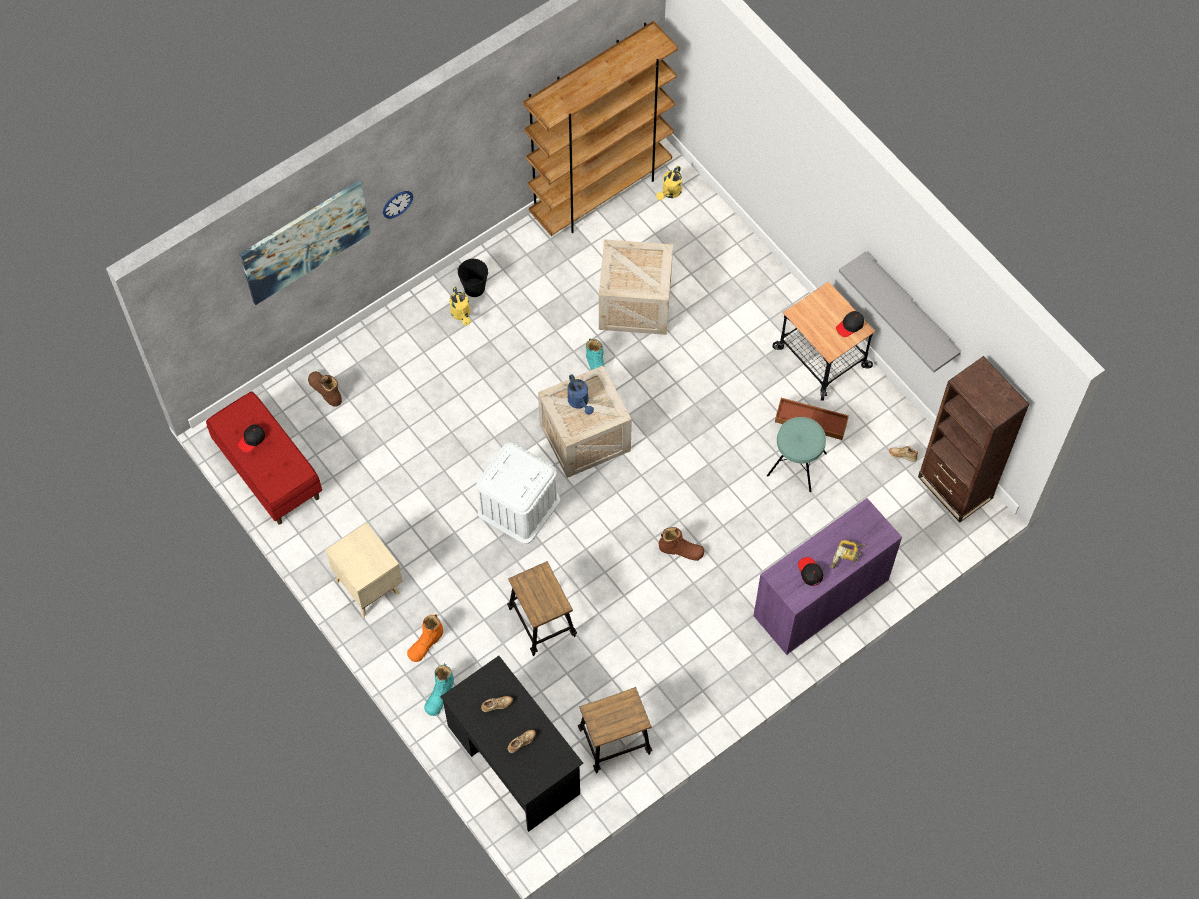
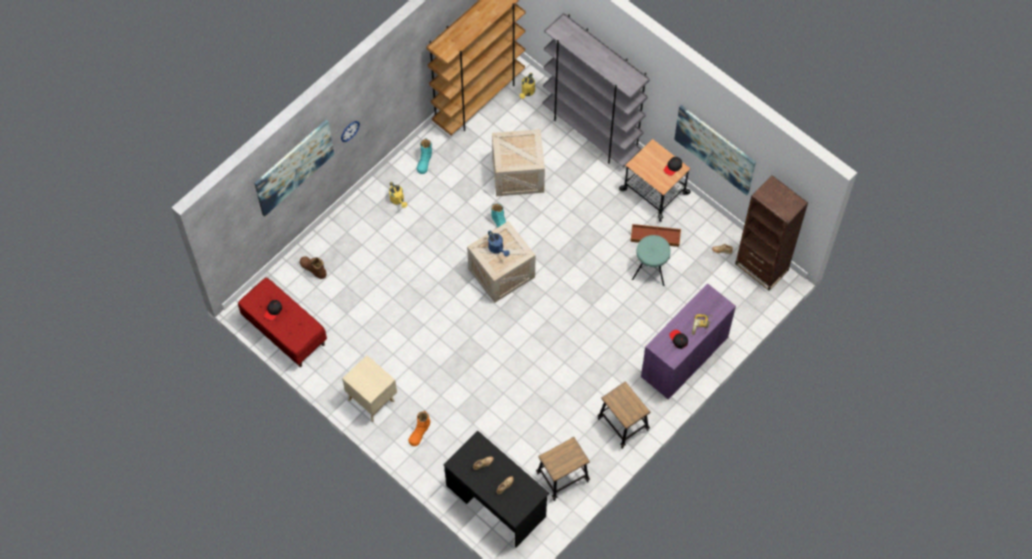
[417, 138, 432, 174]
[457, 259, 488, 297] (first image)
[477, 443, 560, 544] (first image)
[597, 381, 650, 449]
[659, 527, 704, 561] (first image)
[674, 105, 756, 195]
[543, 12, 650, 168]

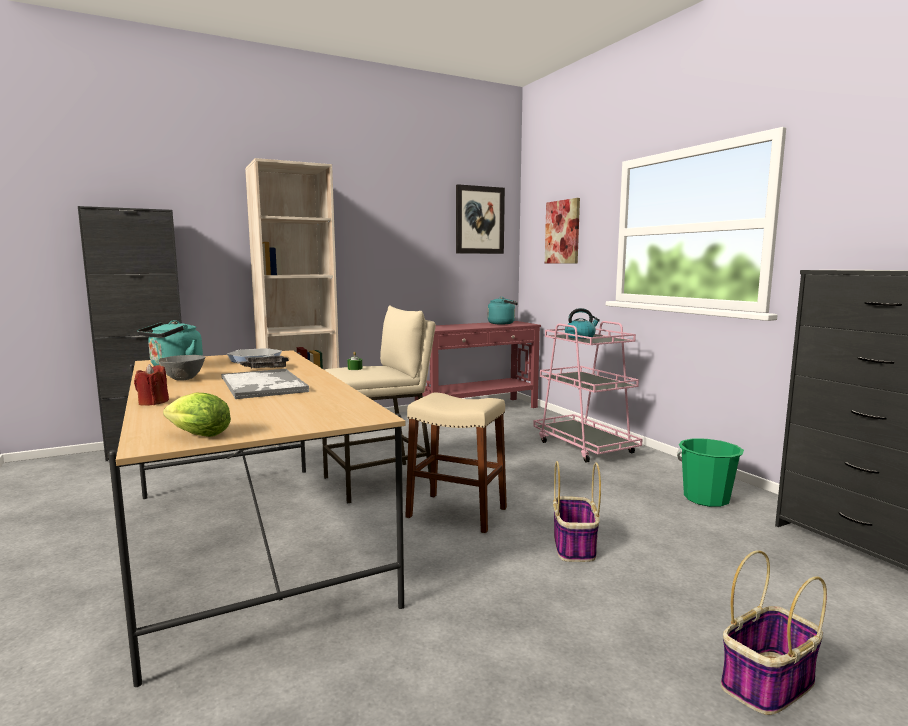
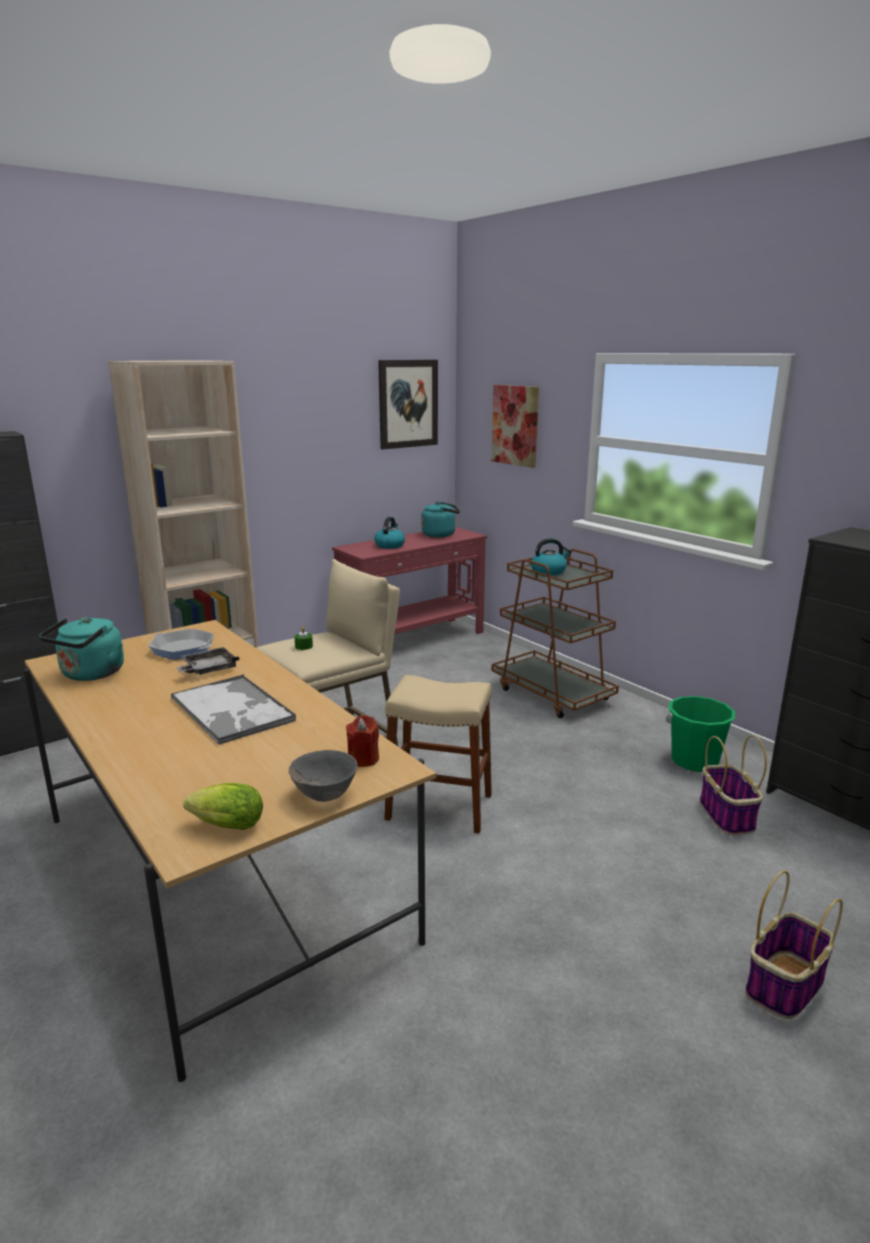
[346, 715, 379, 767]
[288, 750, 357, 802]
[492, 549, 619, 718]
[700, 735, 767, 835]
[374, 517, 405, 549]

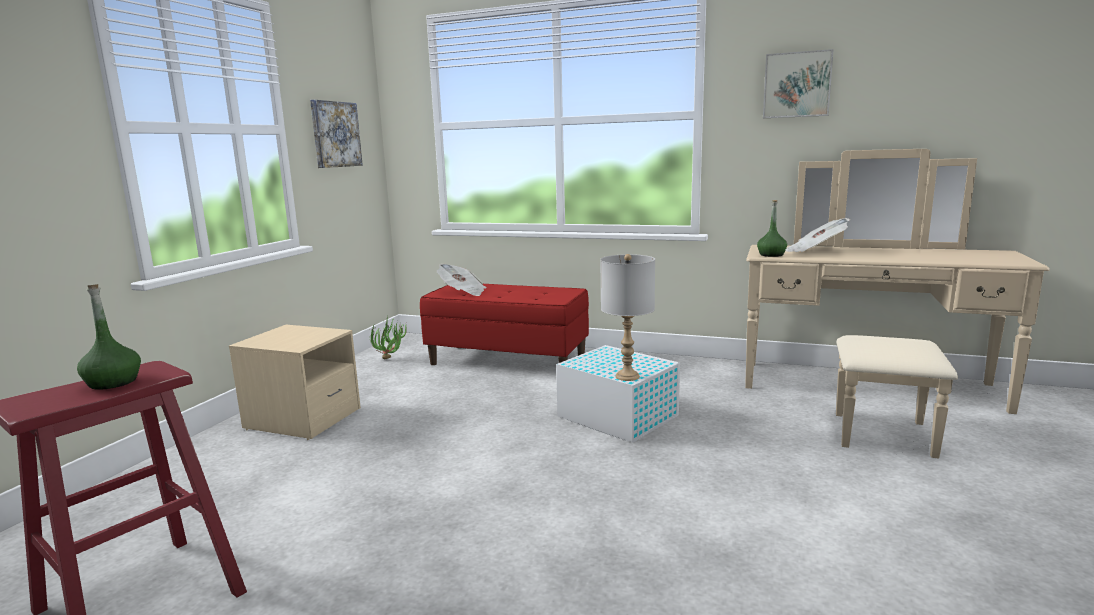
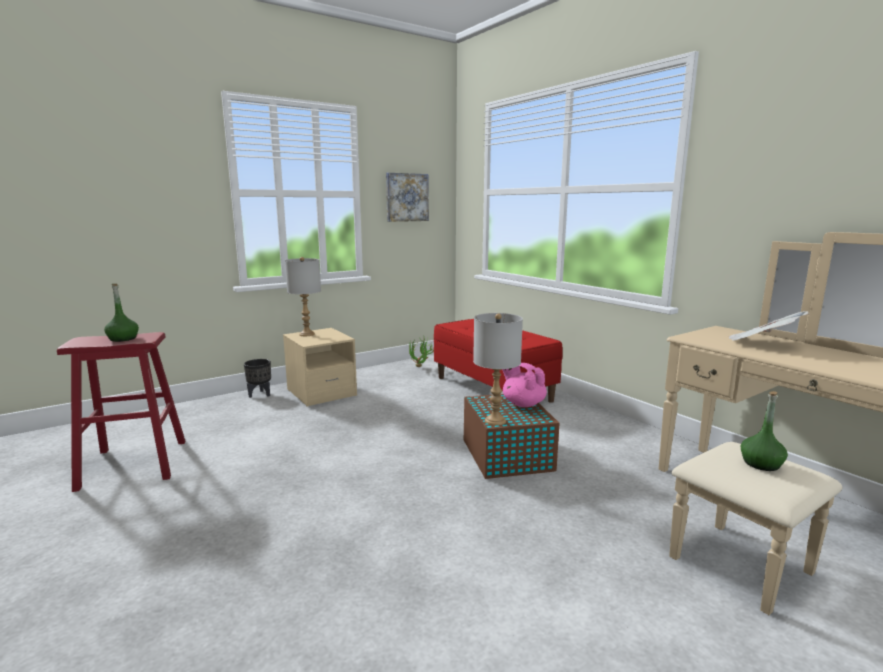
[437, 264, 486, 296] (first image)
[464, 394, 559, 479]
[741, 391, 788, 471]
[763, 49, 834, 118] (first image)
[244, 359, 271, 398]
[285, 257, 321, 336]
[502, 363, 547, 407]

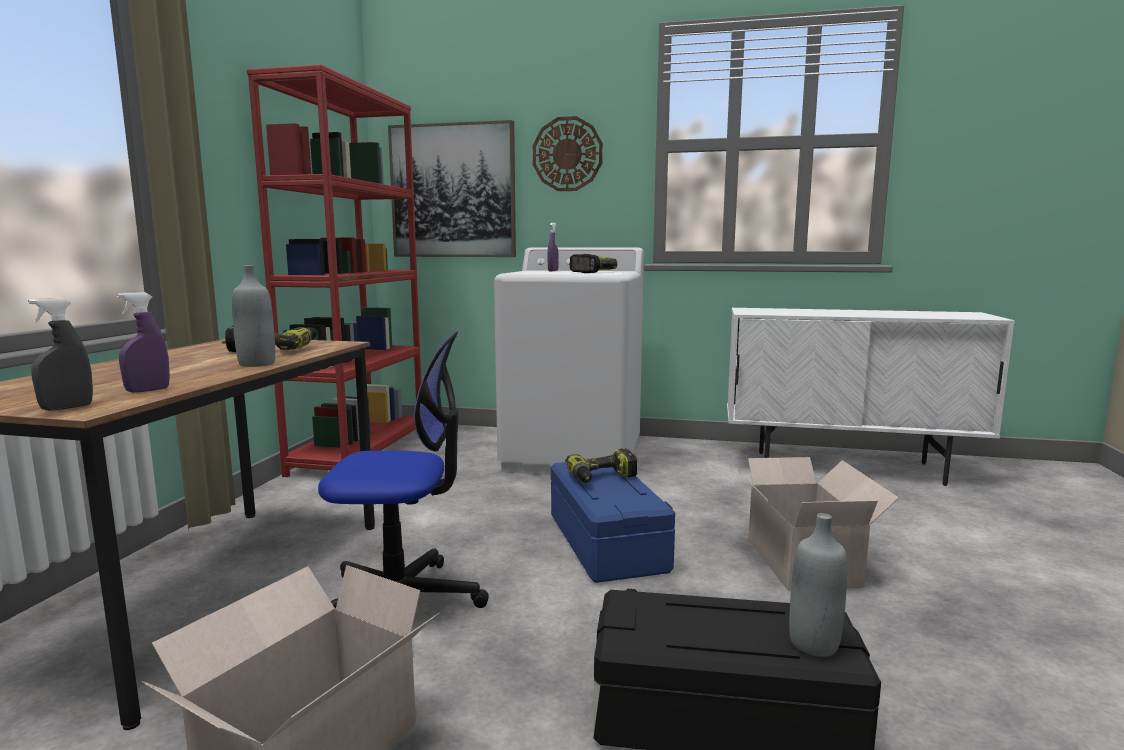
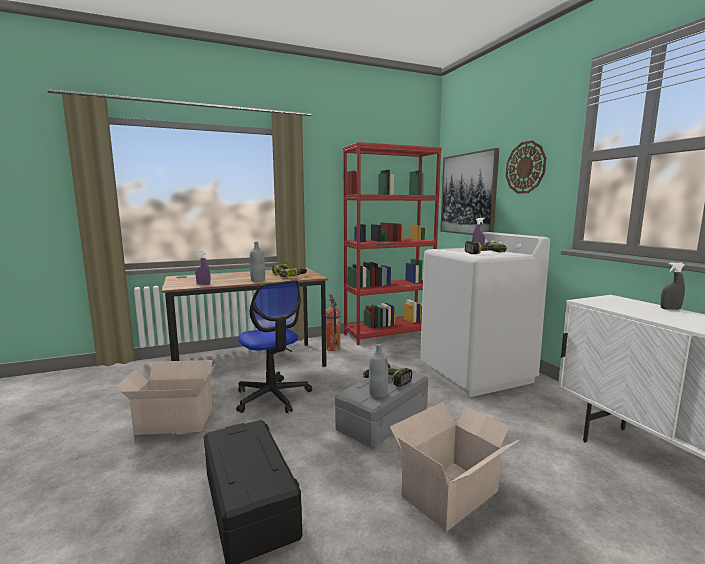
[660, 262, 685, 310]
[335, 365, 428, 448]
[369, 344, 388, 398]
[326, 294, 340, 351]

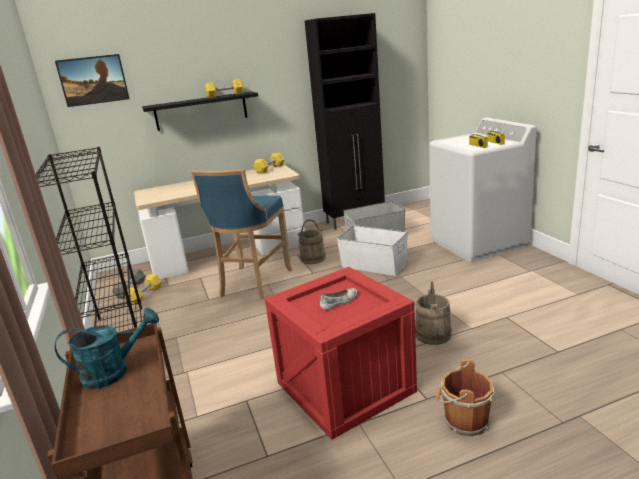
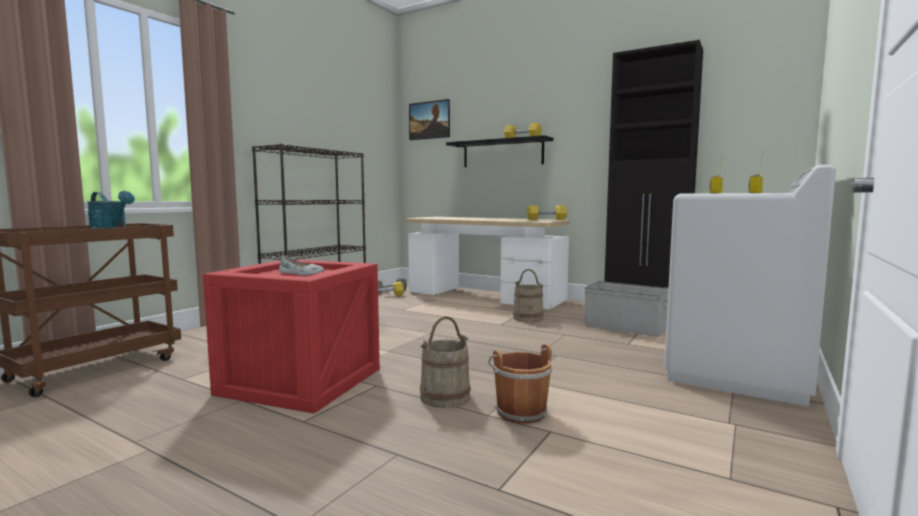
[191, 169, 293, 299] (first image)
[337, 225, 408, 276] (first image)
[488, 344, 553, 424]

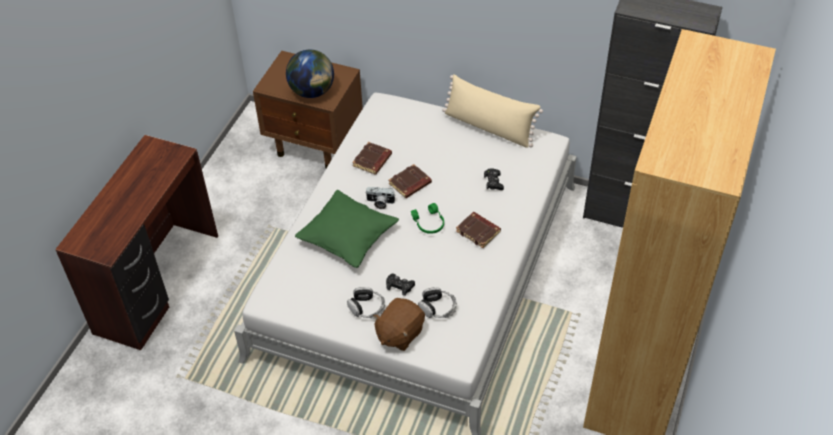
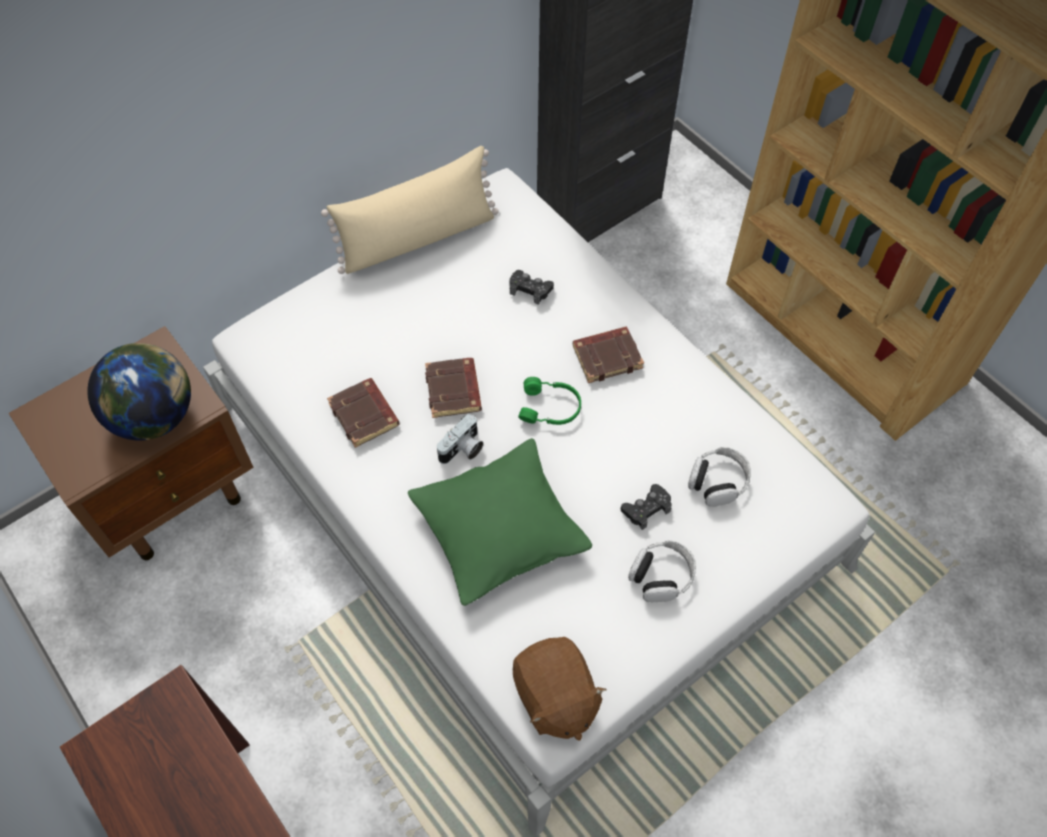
[513, 637, 607, 740]

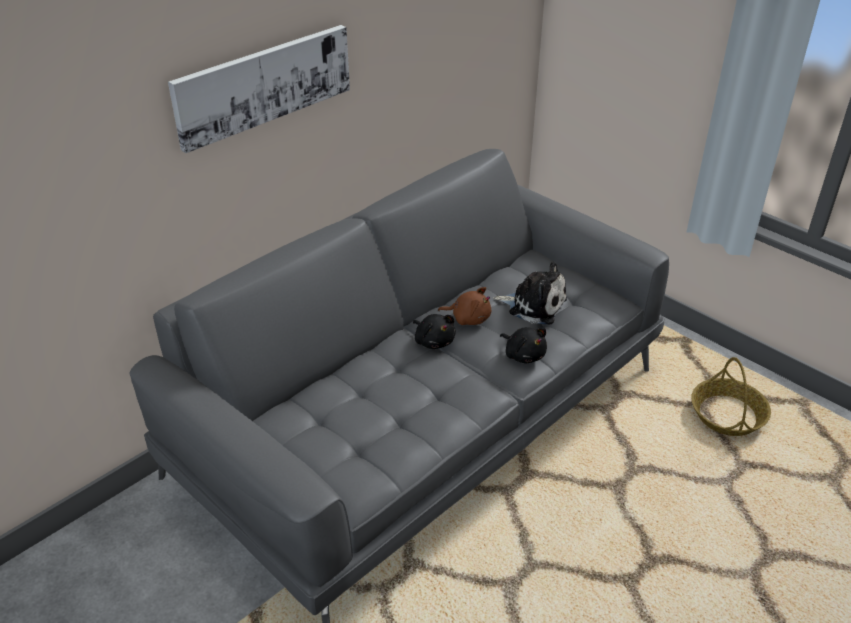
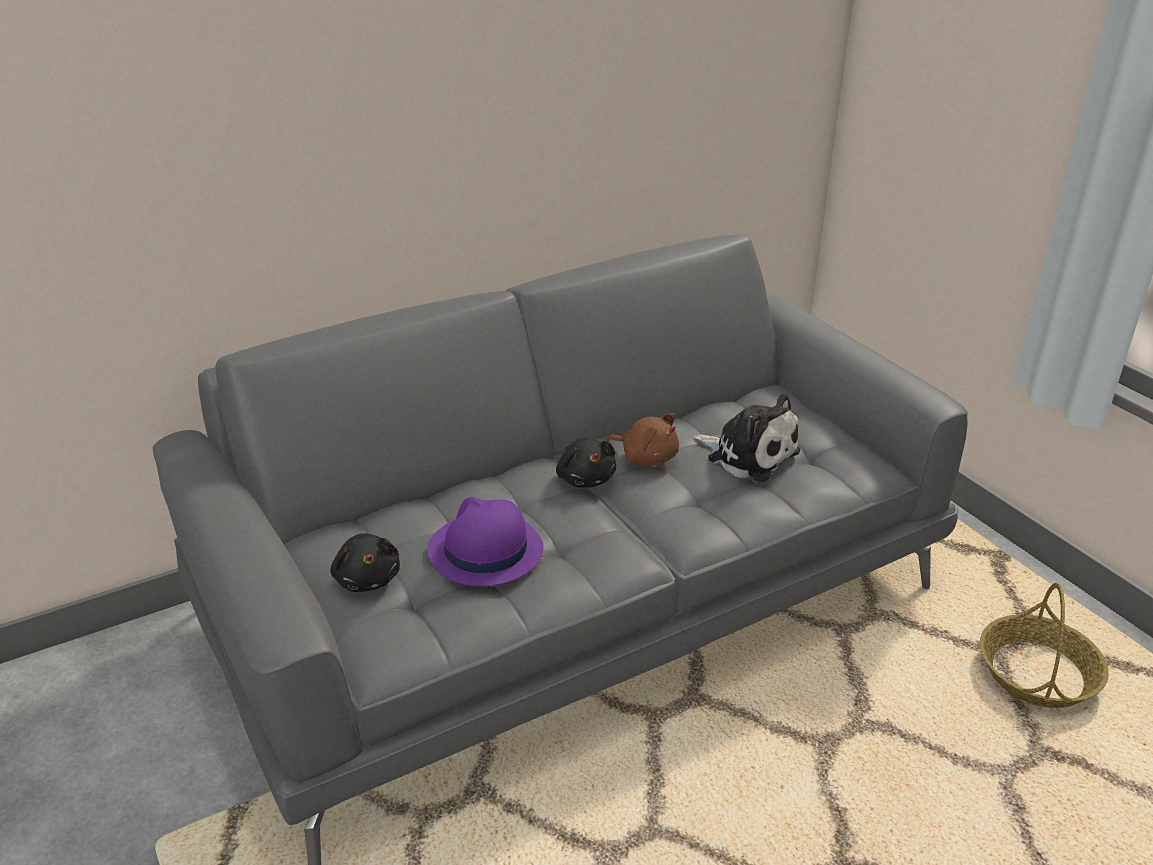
[168, 25, 350, 153] (first image)
[330, 533, 400, 592]
[427, 497, 543, 586]

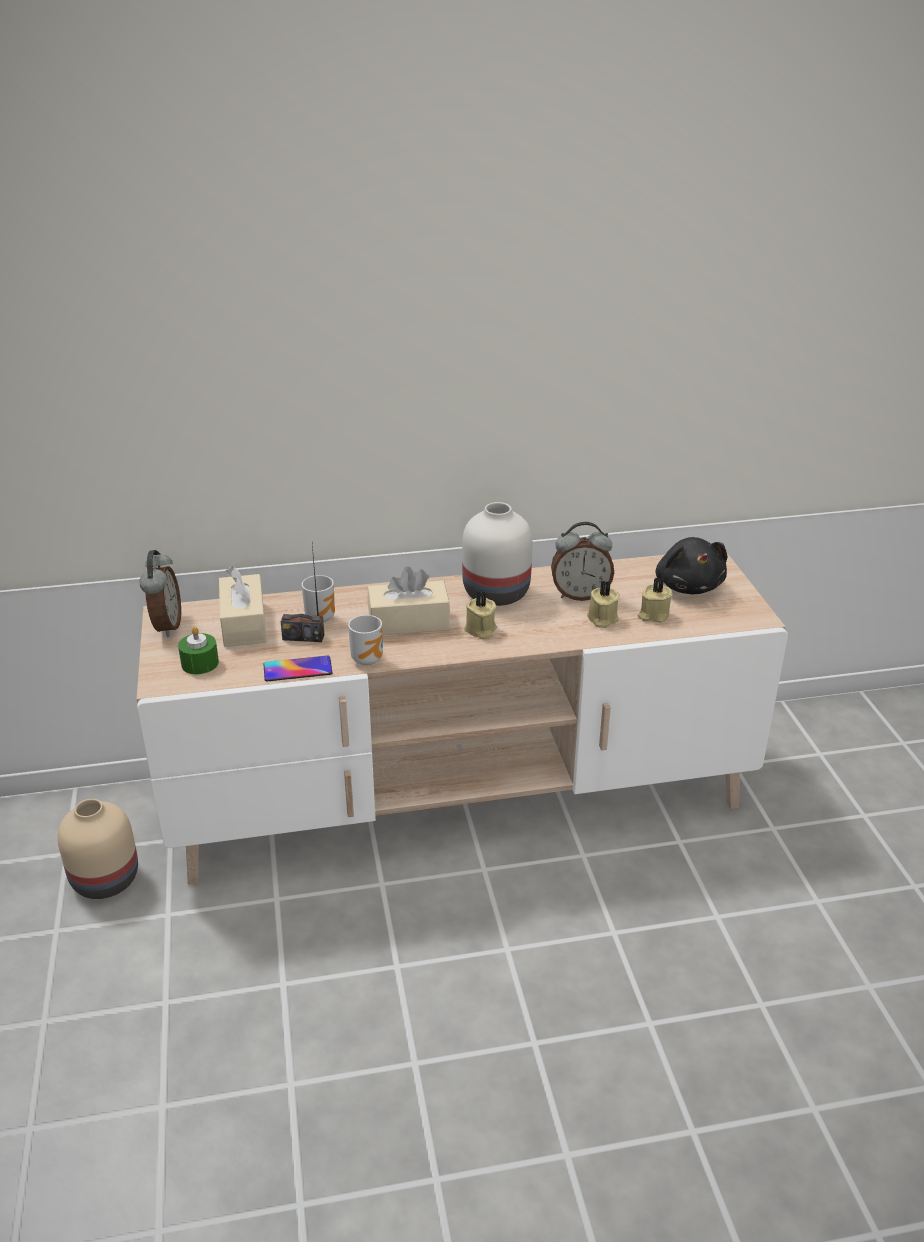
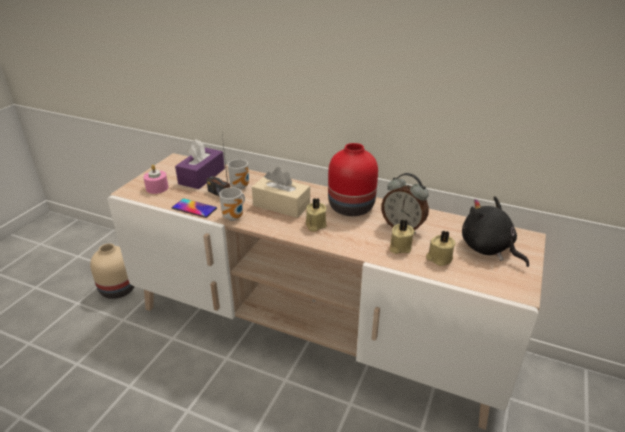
[139, 550, 181, 637] (first image)
[143, 165, 168, 194]
[175, 139, 225, 189]
[328, 143, 378, 216]
[462, 196, 529, 267]

